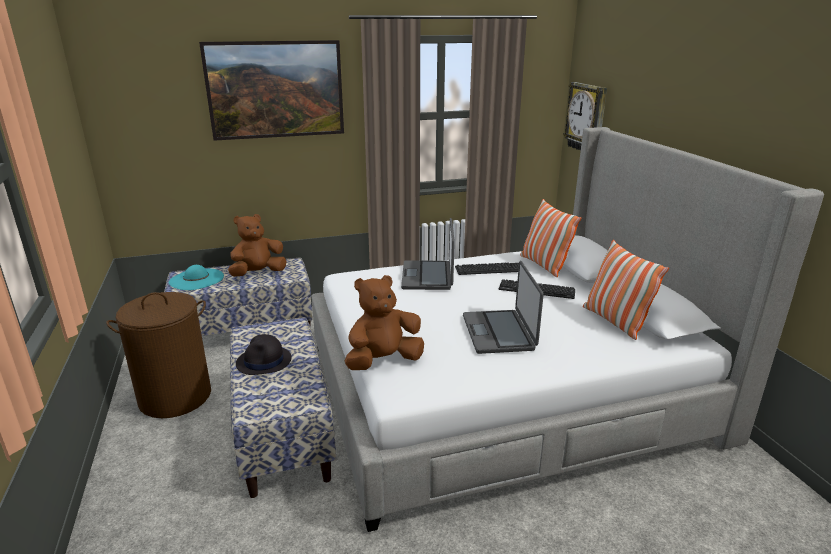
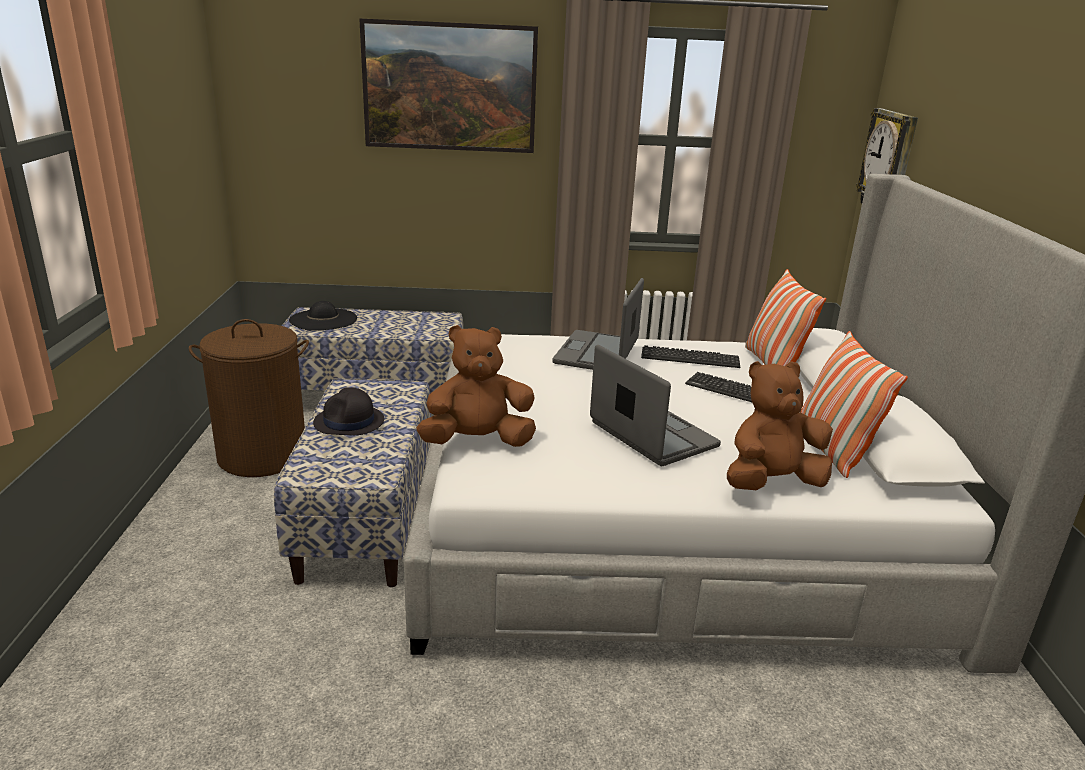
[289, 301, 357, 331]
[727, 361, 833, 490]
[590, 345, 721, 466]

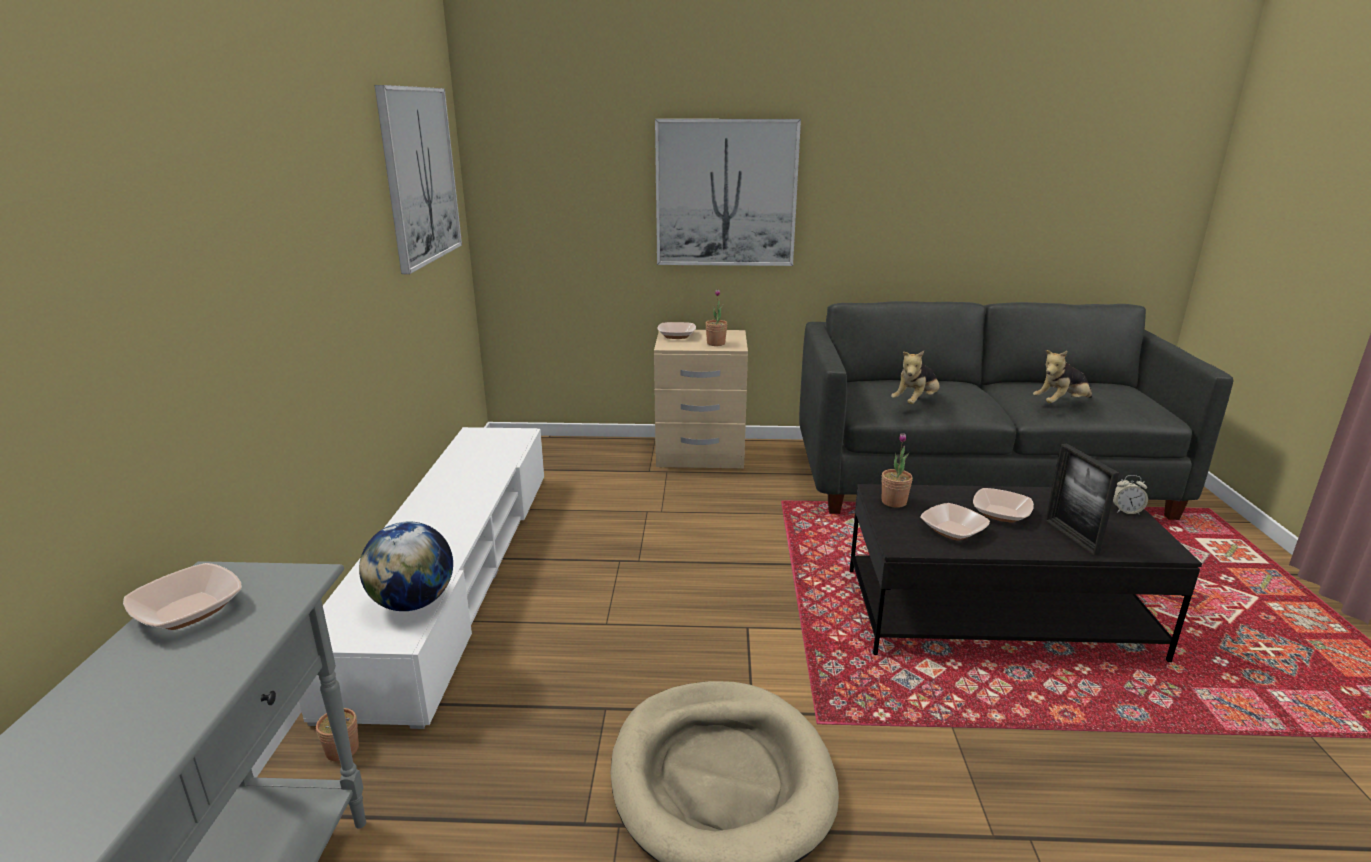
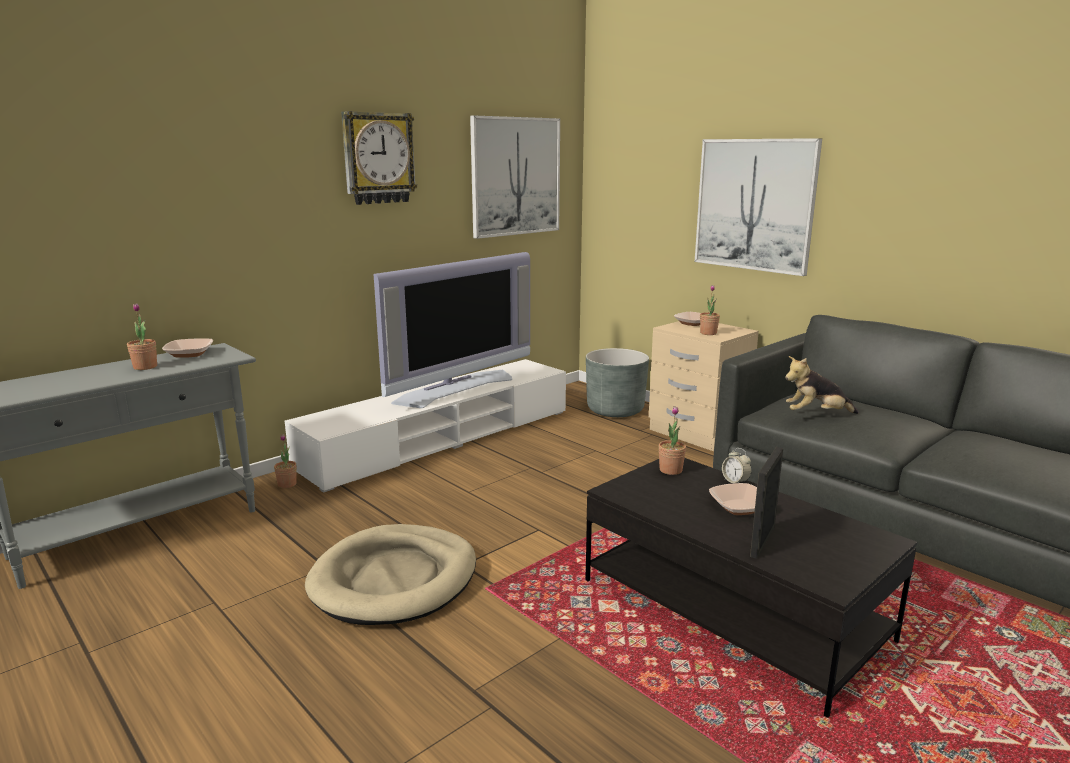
[359, 521, 453, 611] (first image)
[920, 503, 990, 541] (first image)
[1033, 350, 1092, 403] (first image)
[722, 448, 752, 483]
[127, 303, 157, 370]
[341, 111, 417, 205]
[374, 252, 530, 408]
[586, 348, 649, 417]

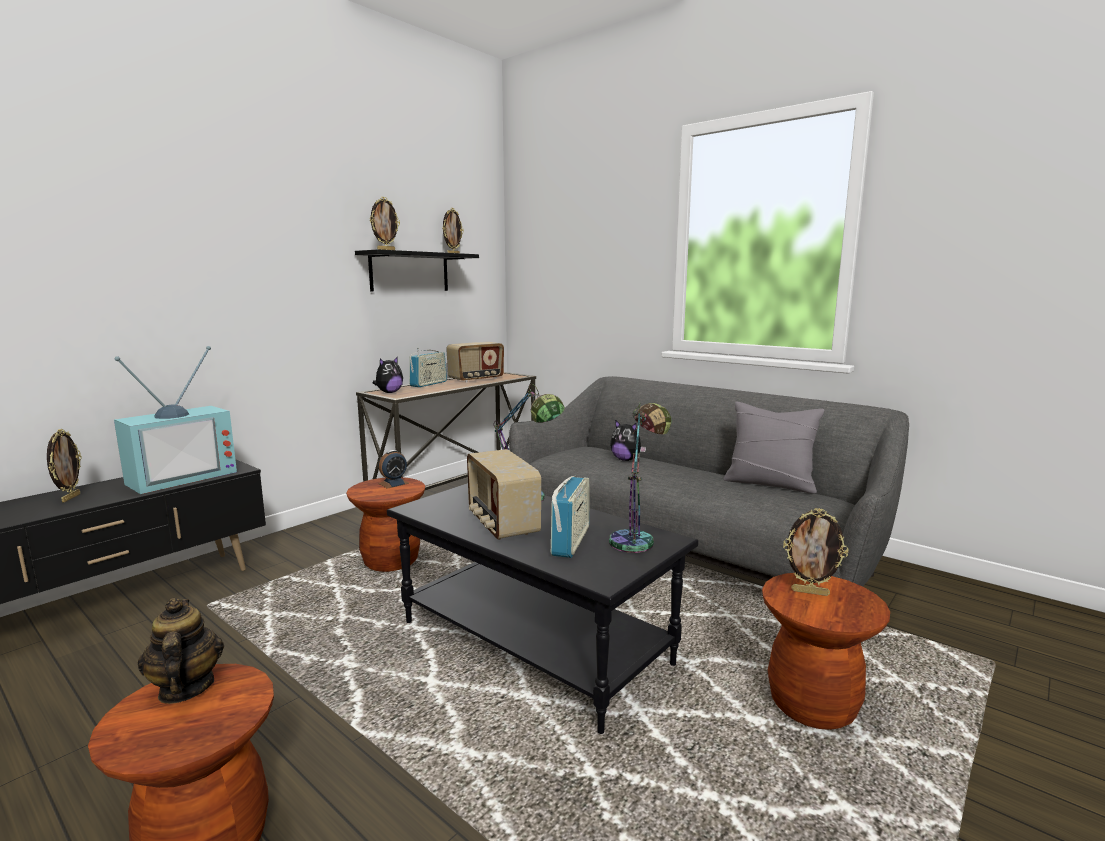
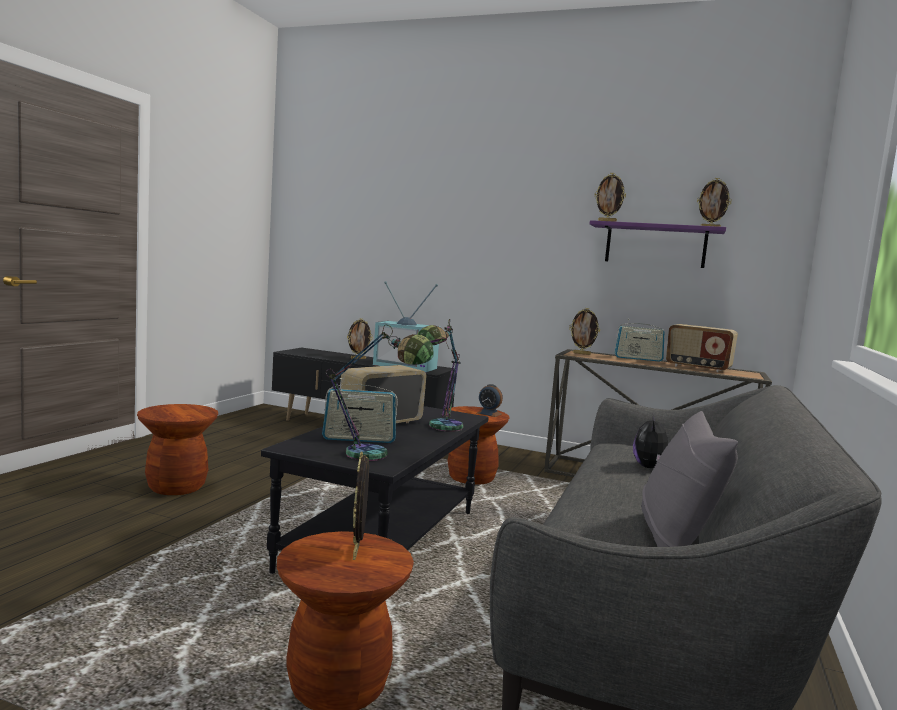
[138, 598, 224, 704] (first image)
[589, 220, 726, 268]
[569, 308, 600, 355]

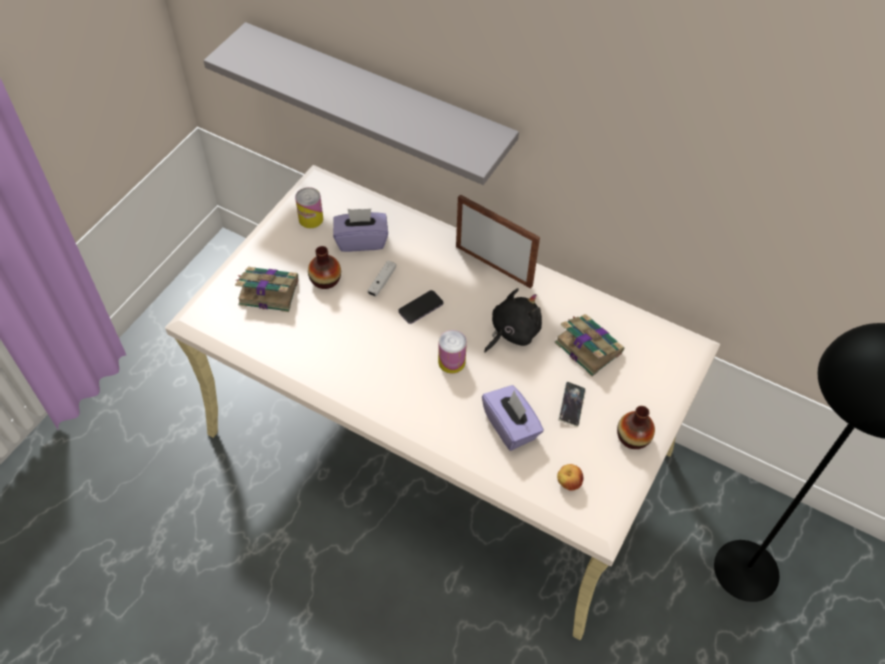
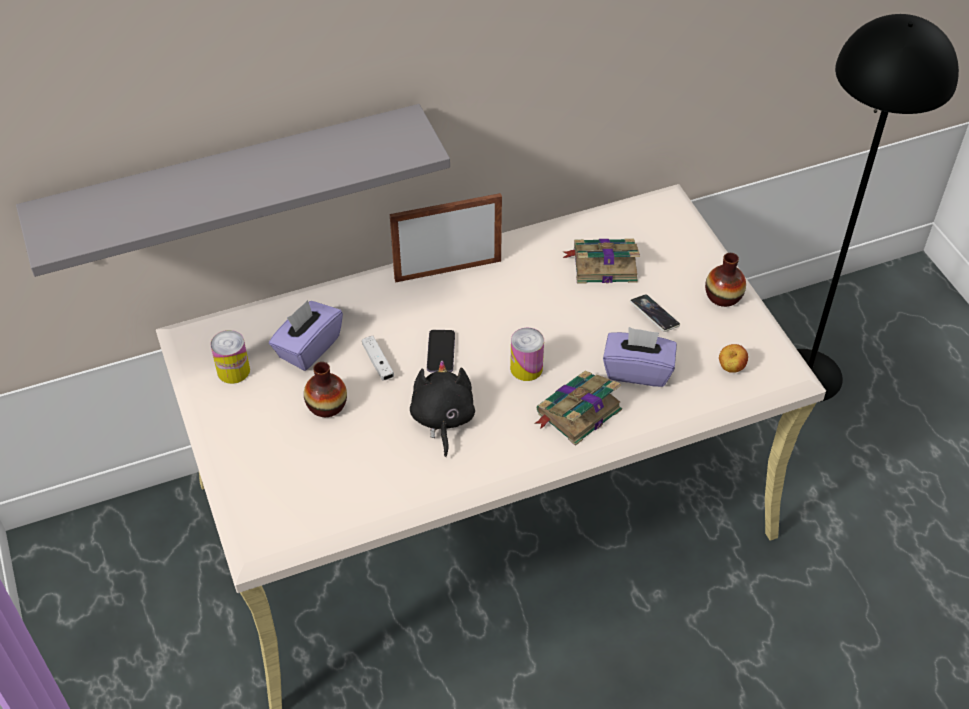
[534, 371, 622, 446]
[410, 360, 475, 457]

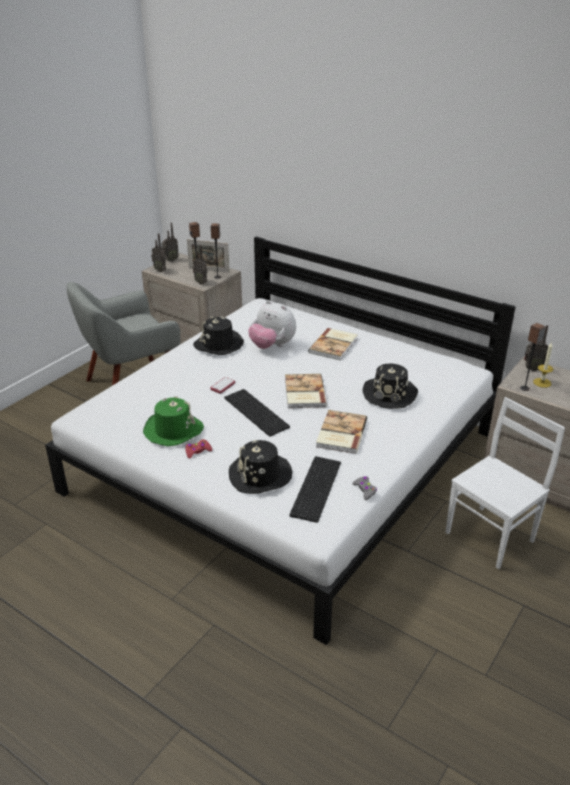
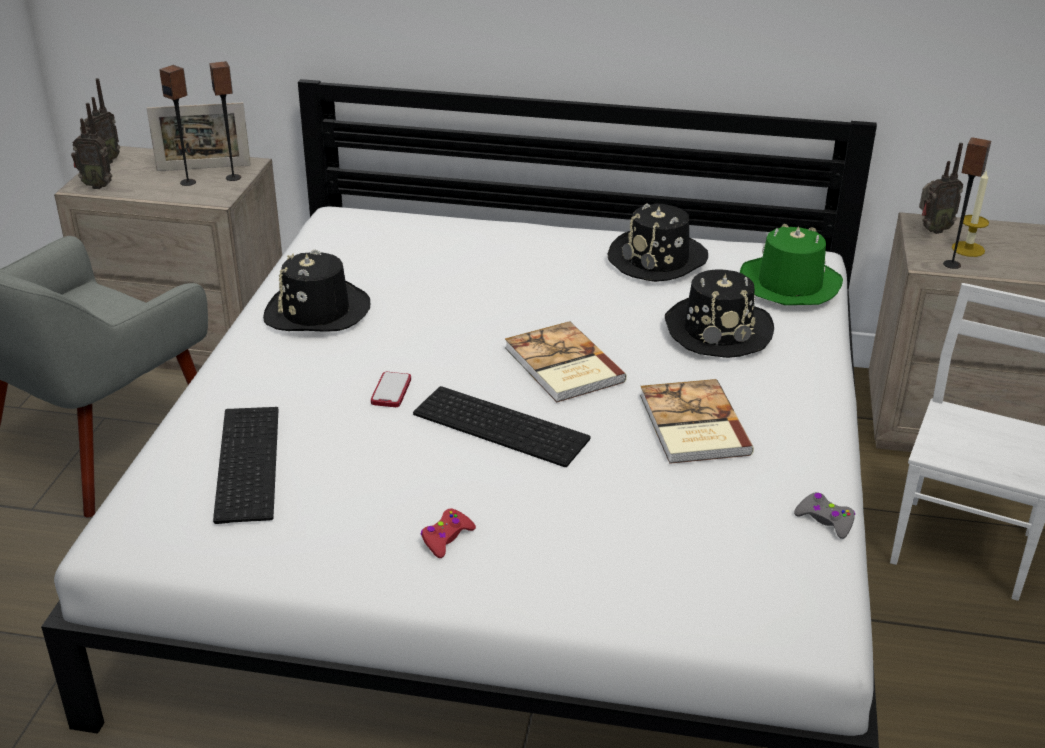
[740, 224, 843, 305]
[192, 245, 208, 285] (first image)
[608, 203, 708, 282]
[248, 300, 296, 349] (first image)
[213, 407, 278, 524]
[308, 328, 358, 360] (first image)

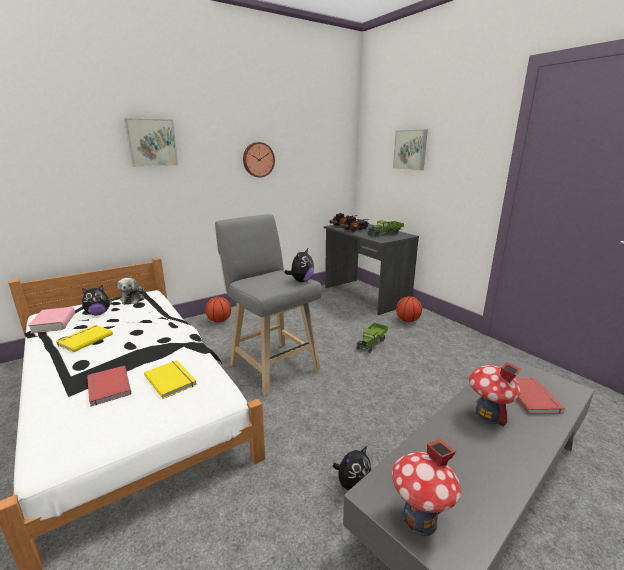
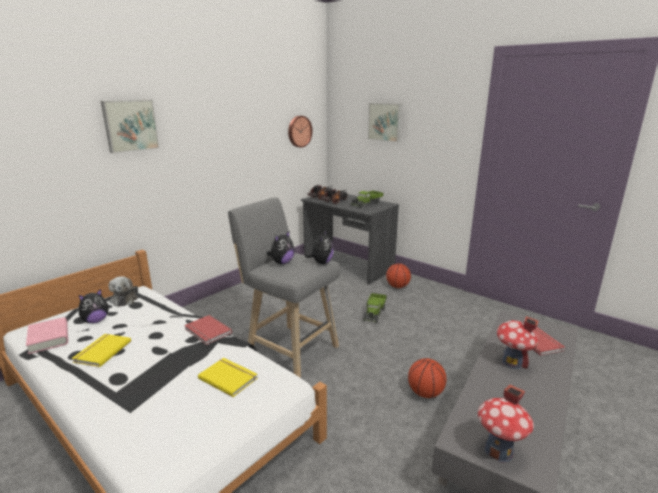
[184, 315, 232, 345]
[408, 358, 447, 398]
[288, 116, 312, 148]
[266, 232, 295, 264]

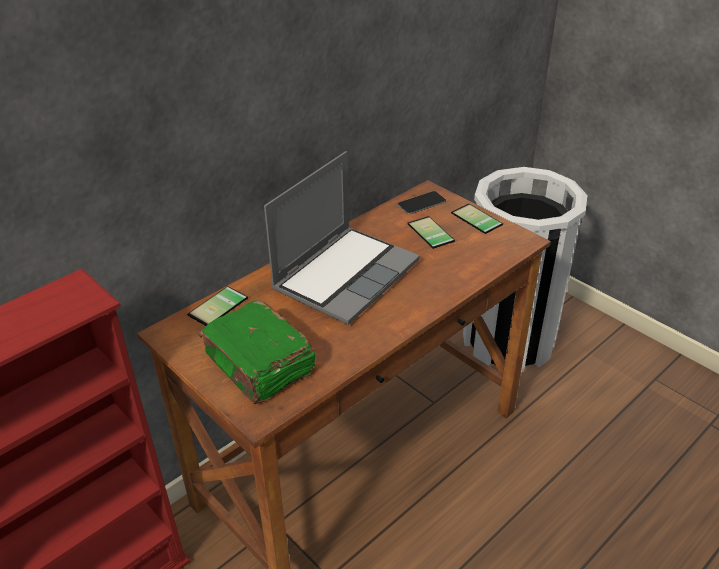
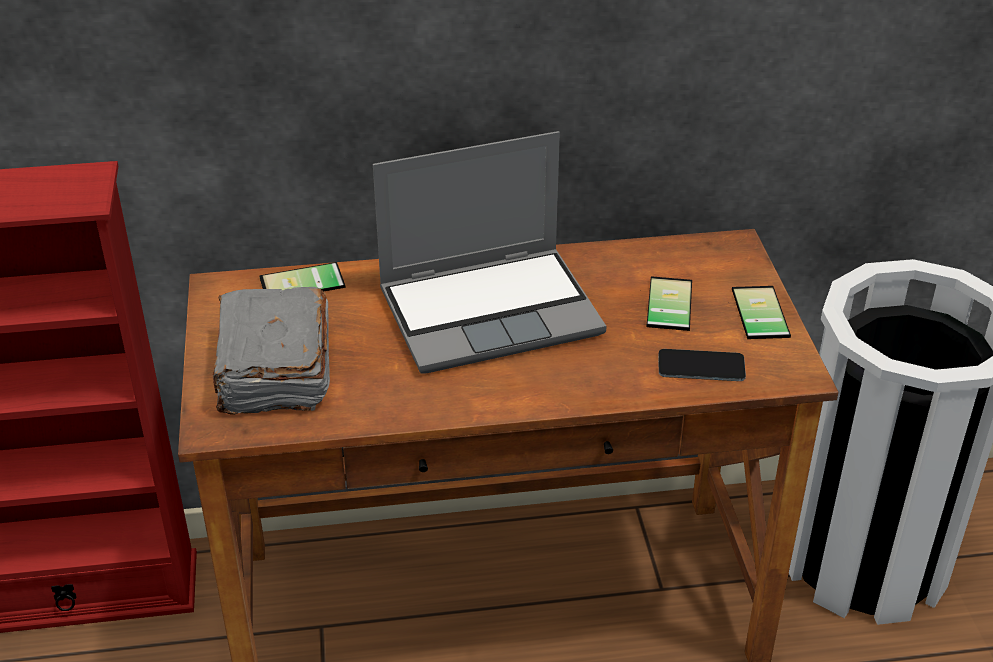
[213, 287, 330, 415]
[659, 349, 746, 381]

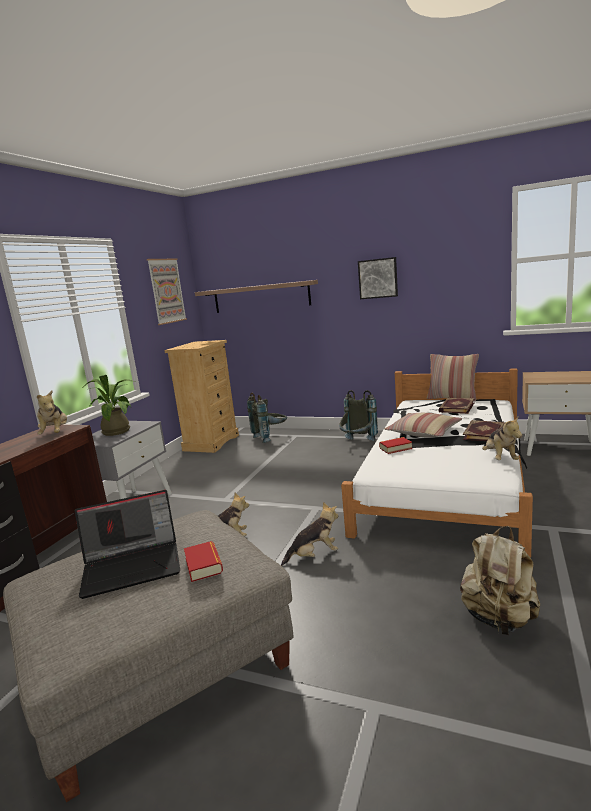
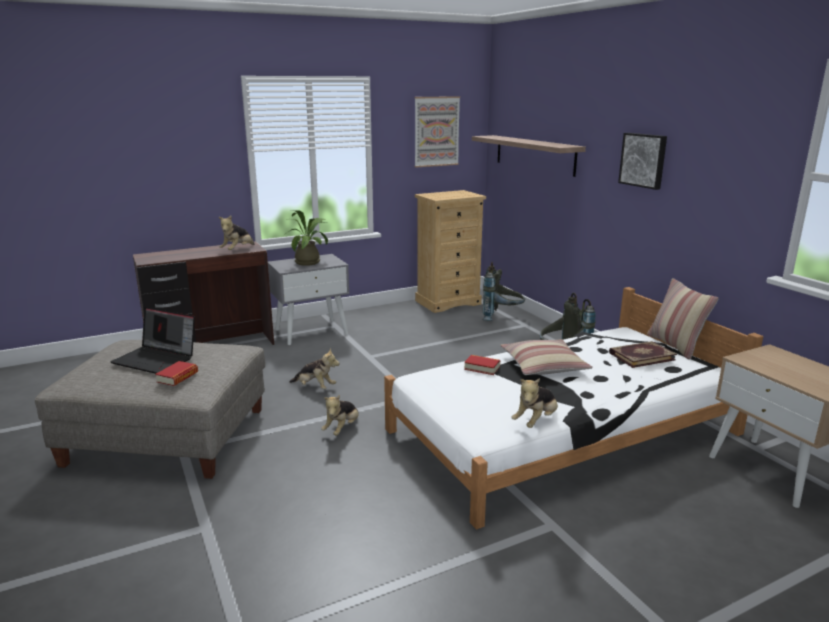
[321, 395, 359, 436]
[460, 526, 540, 635] (first image)
[463, 420, 505, 441] (first image)

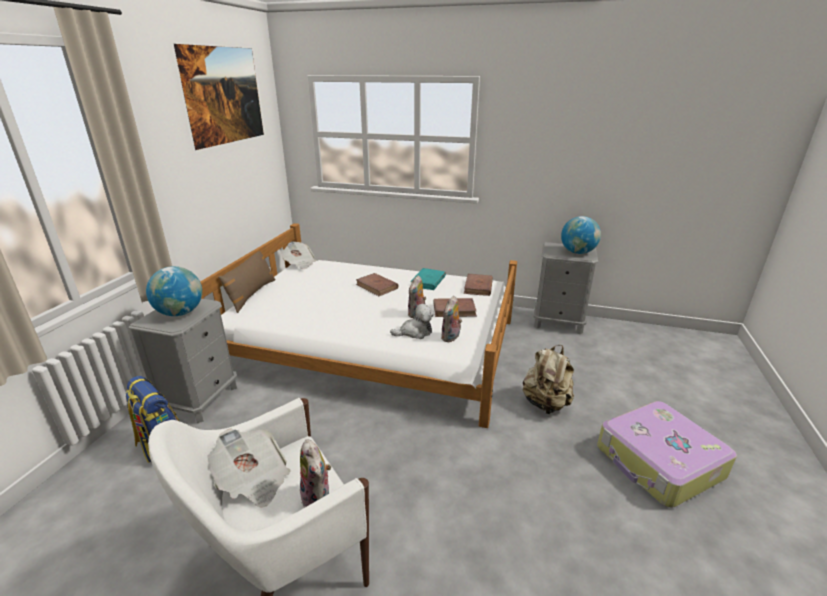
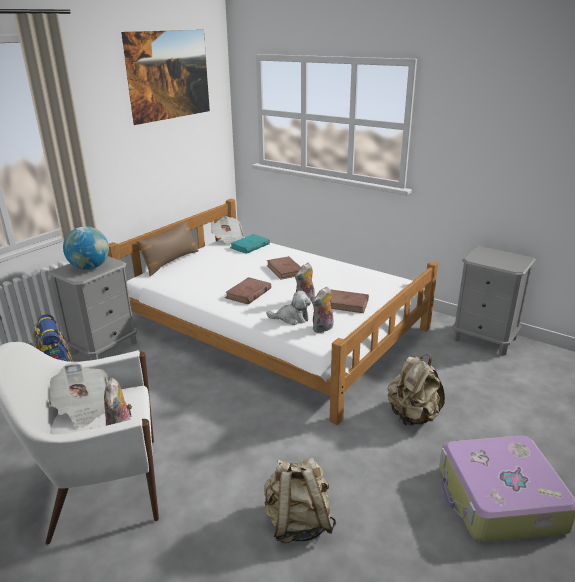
[230, 234, 270, 254]
[225, 277, 271, 304]
[561, 216, 601, 254] (first image)
[264, 458, 336, 544]

